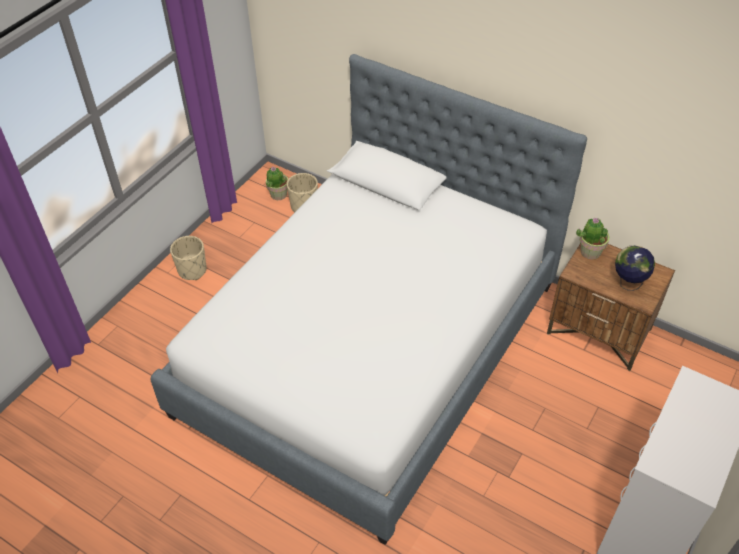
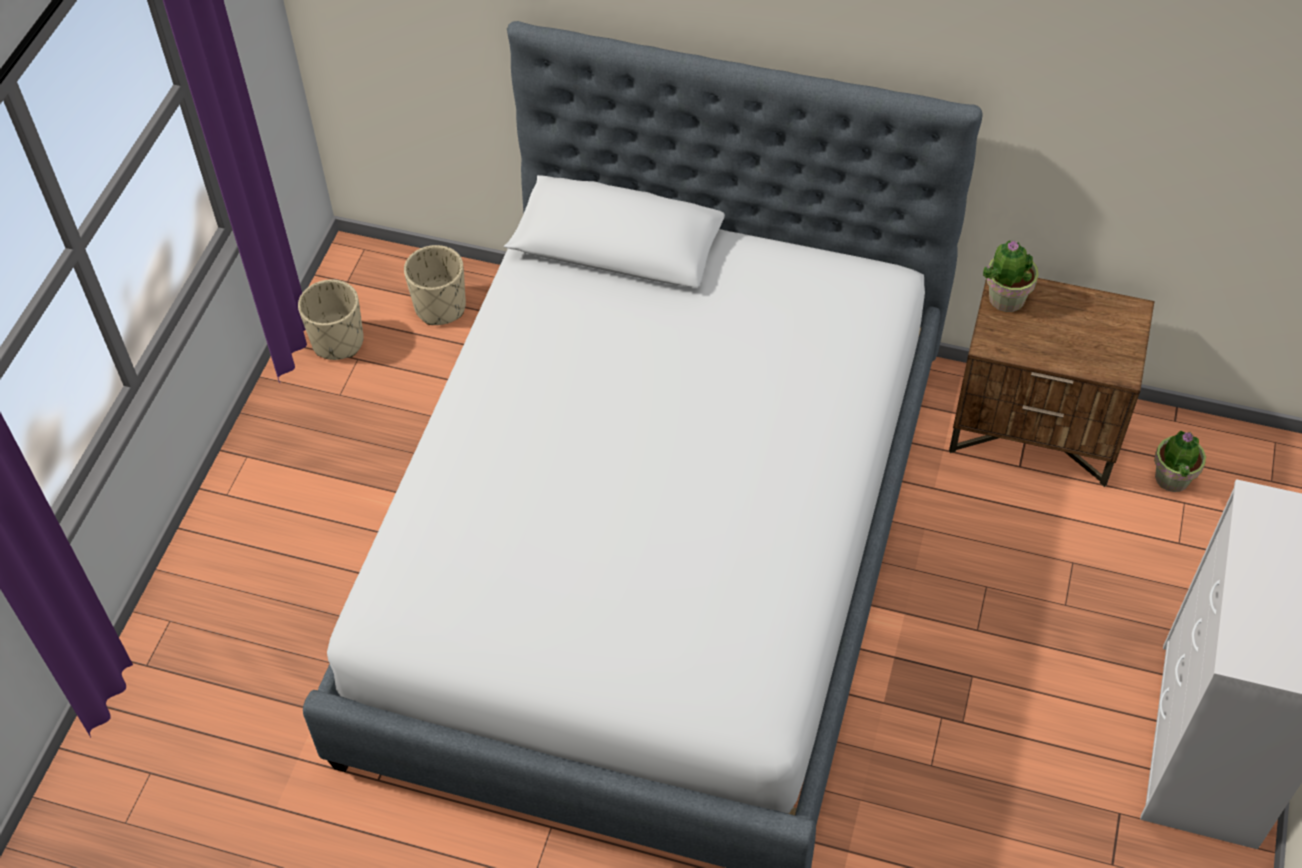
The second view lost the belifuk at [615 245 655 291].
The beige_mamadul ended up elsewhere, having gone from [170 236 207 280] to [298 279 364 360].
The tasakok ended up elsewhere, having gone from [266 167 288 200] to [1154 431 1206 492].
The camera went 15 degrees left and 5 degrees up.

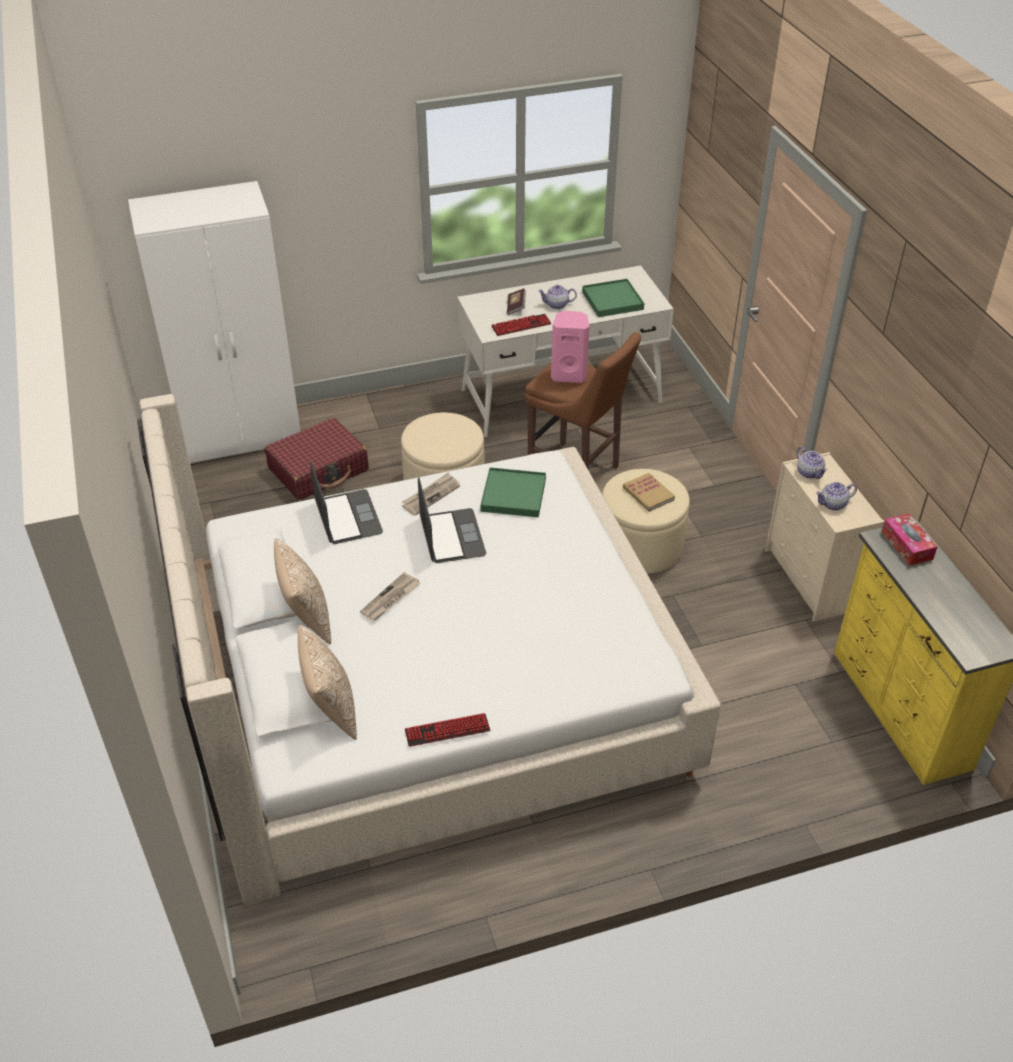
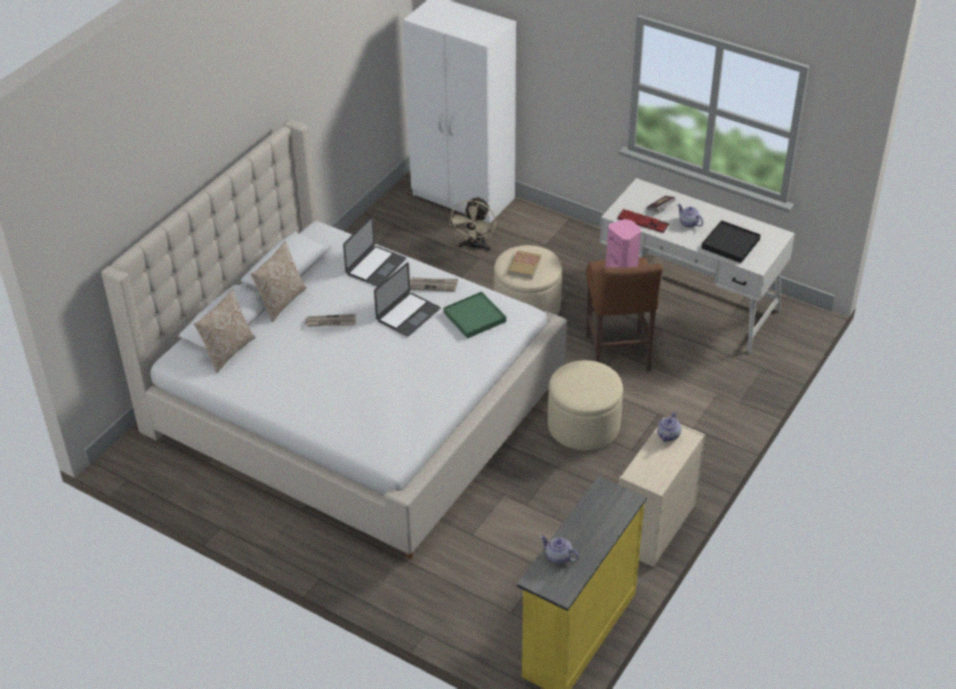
The second view lost the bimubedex at [405 713 490 747].
The second view lost the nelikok at [882 513 937 566].
The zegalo ended up elsewhere, having gone from [623 473 675 512] to [508 250 541 279].
The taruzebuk ended up elsewhere, having gone from [816 482 857 511] to [540 535 579 564].
Where the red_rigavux stood at [264 418 369 500], the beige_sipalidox came to stand at [449 196 496 251].
What was the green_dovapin at [582 279 644 317] turned into the black_dovapin at [702 220 761 263].
The camera went 50 degrees right and 0 degrees up.

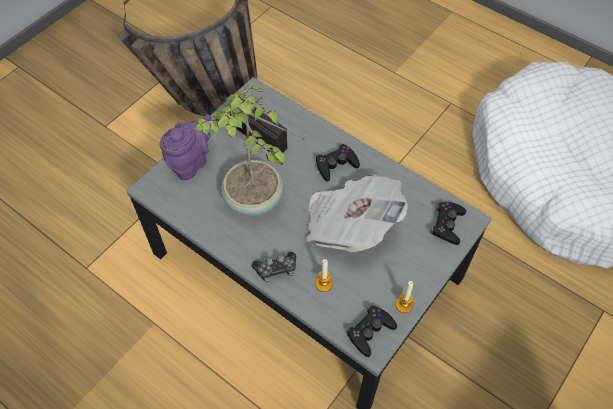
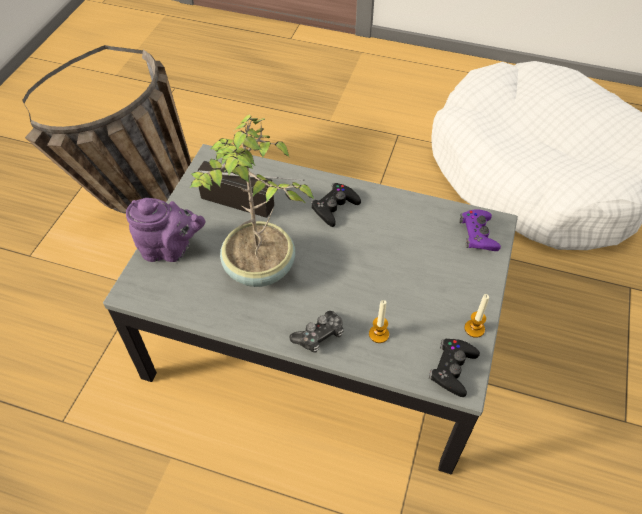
The second view lost the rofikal at [306 174 408 252].
What was the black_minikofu at [430 202 466 245] turned into the purple_minikofu at [459 209 501 251].
The purple_taruzebuk at [160 114 212 180] ended up facing another way, 75 degrees clockwise from before.
The camera went 20 degrees left and 5 degrees down.

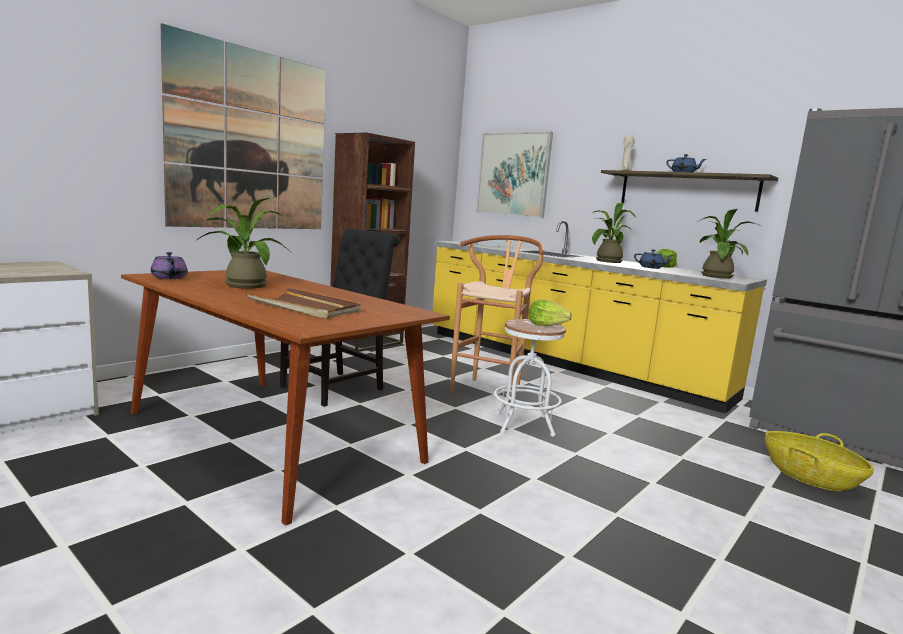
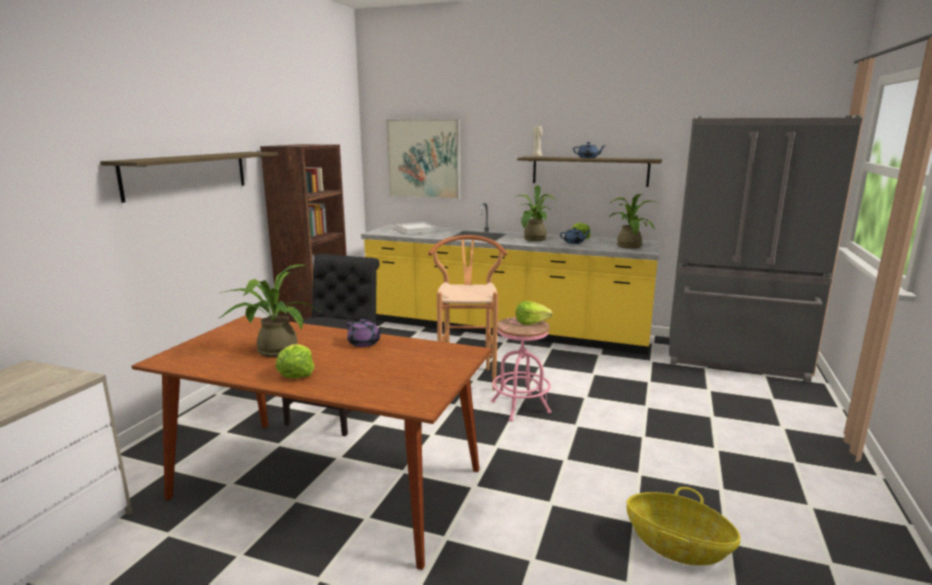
The second view lost the brown_dovapin at [246 288 361 319].
The second view gained the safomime at [276 344 314 378].
The purple_taruzebuk ended up elsewhere, having gone from [151 252 188 279] to [346 319 383 347].
The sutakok ended up elsewhere, having gone from [765 431 874 491] to [627 487 740 566].
Where the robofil hung at [161 23 326 229], the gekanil came to hang at [100 152 278 203].
What was the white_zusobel at [494 319 566 437] turned into the pink_zusobel at [491 317 551 421].
The camera went 20 degrees left and 5 degrees up.

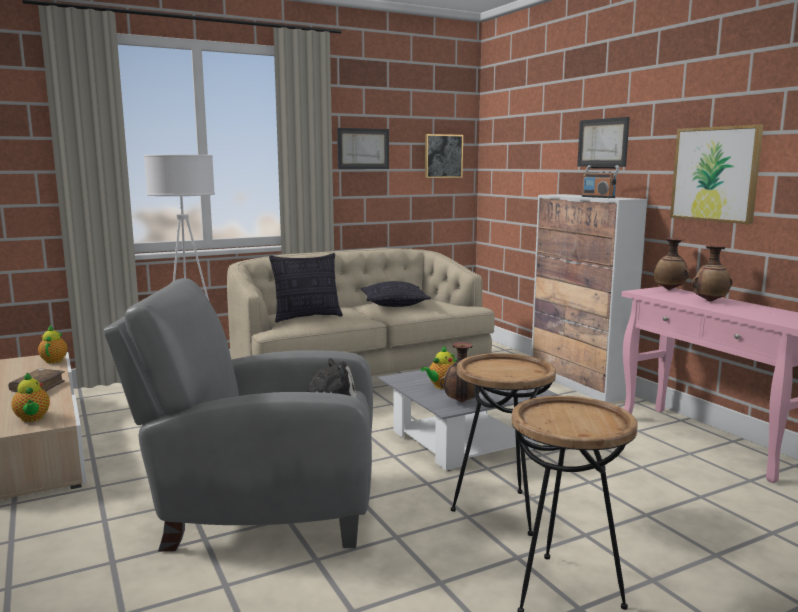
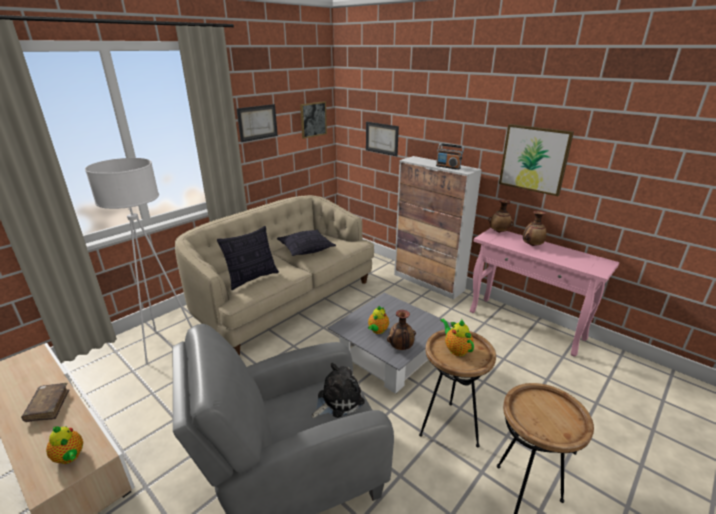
The taruzebuk ended up elsewhere, having gone from [38 325 67 363] to [440 318 474 356].
The robofil ended up elsewhere, having gone from [577 117 629 167] to [366 122 399 156].
The camera went 20 degrees left and 15 degrees up.

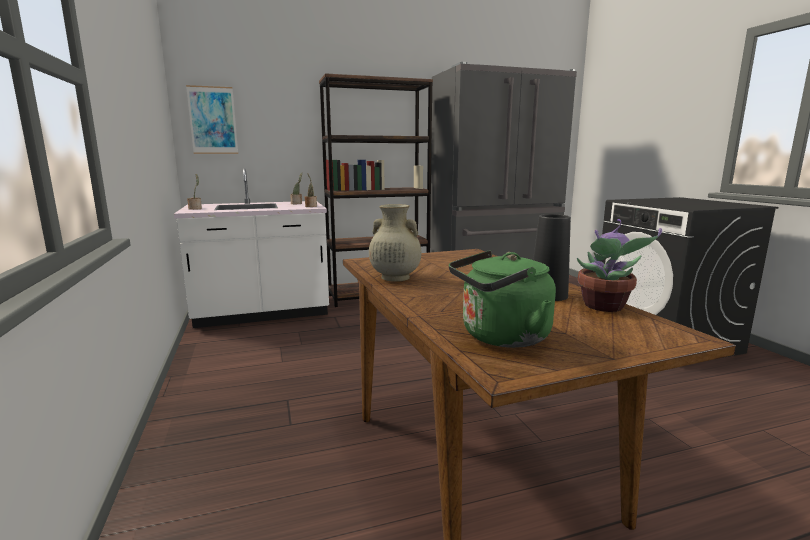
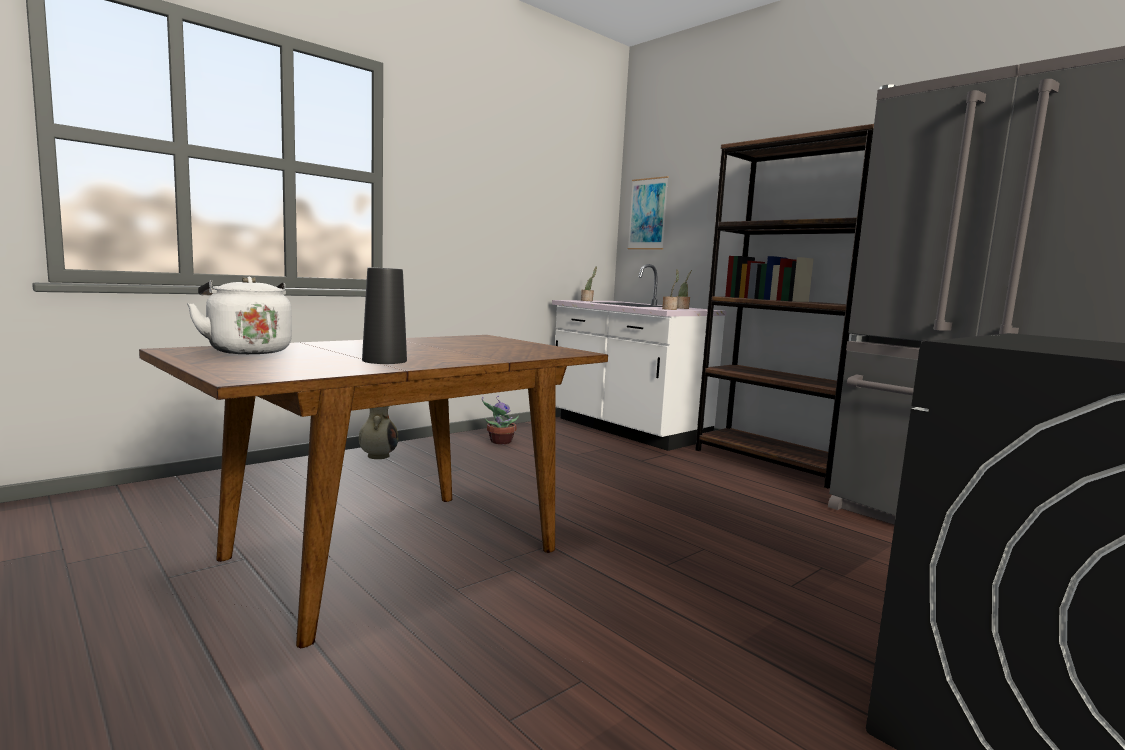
The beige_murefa ended up elsewhere, having gone from [369 204 421 282] to [359 406 398 459].
The tasakok ended up elsewhere, having gone from [577 219 662 312] to [482 396 519 444].
What was the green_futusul at [449 250 556 348] turned into the white_futusul at [187 277 292 354].
The camera went 65 degrees right and 5 degrees down.

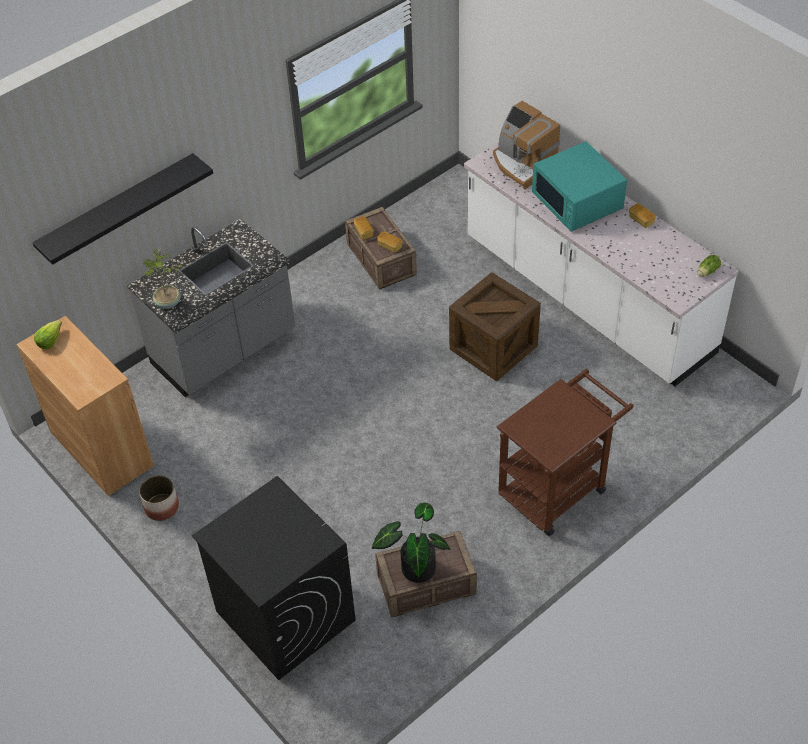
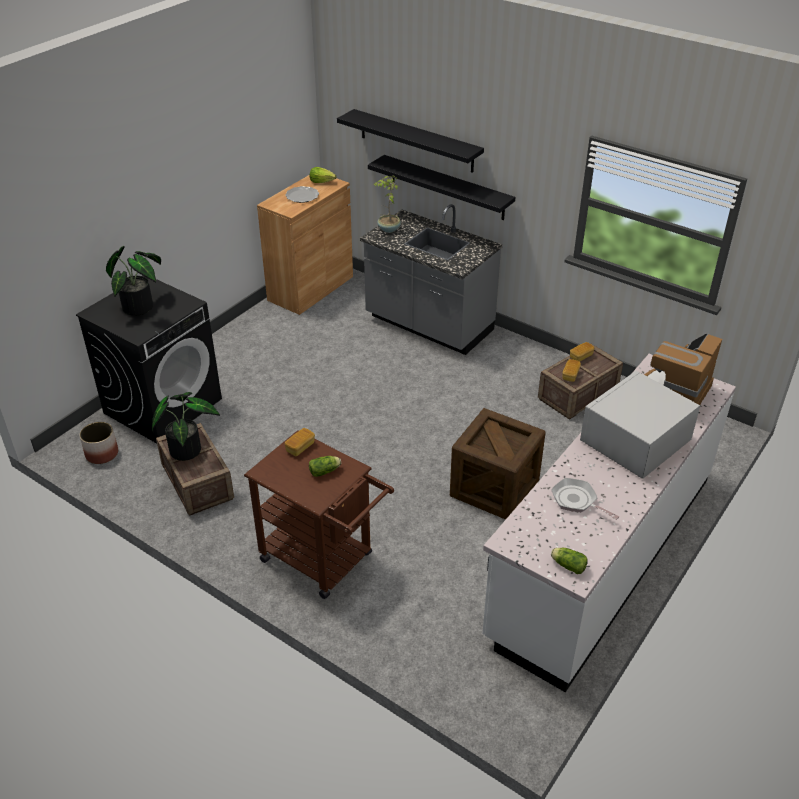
The second view gained the tasakok at [106 246 161 316].
The second view gained the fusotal at [285 186 319 203].
The second view gained the safomime at [309 456 341 477].
The second view gained the black_gekanil at [368 155 515 220].
The second view gained the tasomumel at [551 478 619 520].
The mamadul ended up elsewhere, having gone from [139 475 179 521] to [79 422 118 464].
The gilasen ended up elsewhere, having gone from [629 203 656 228] to [285 428 315 457].
What was the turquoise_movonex at [532 141 627 232] turned into the white_movonex at [580 371 700 479].
The camera went 75 degrees right and 10 degrees down.

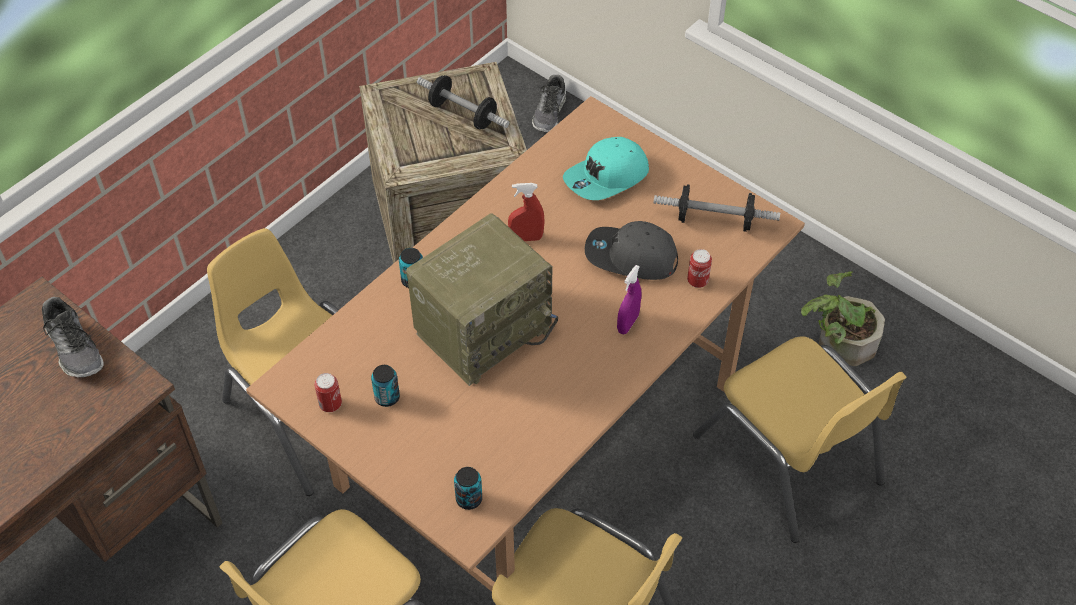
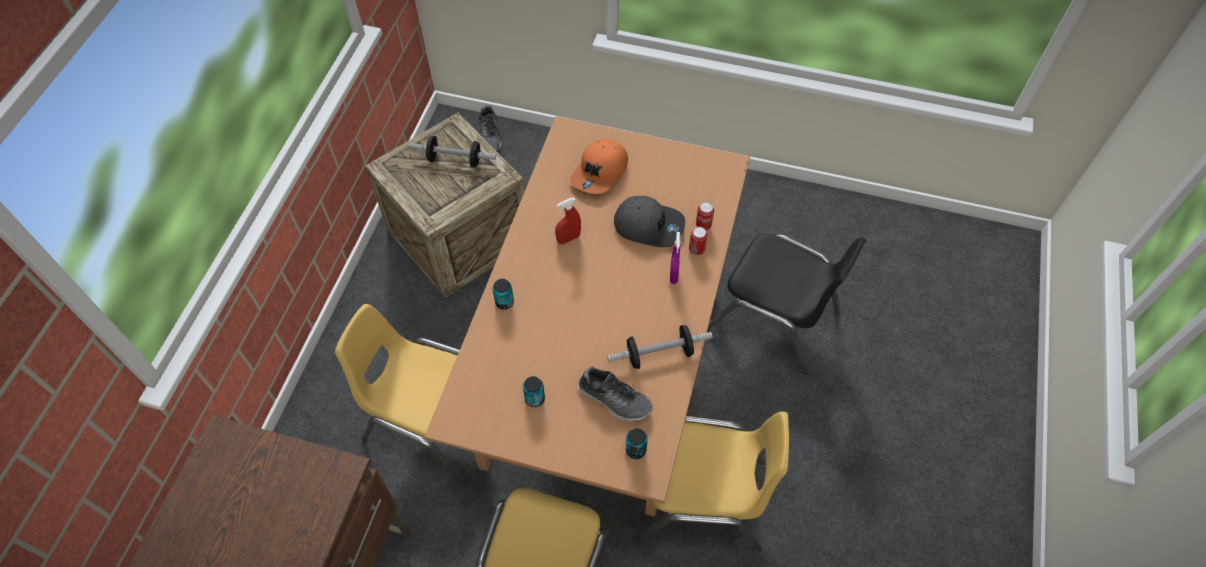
The second view lost the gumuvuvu at [406 213 558 386].
The second view lost the tasakok at [801 271 885 366].
The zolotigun ended up elsewhere, having gone from [42 297 104 378] to [578 366 653 421].
The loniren ended up elsewhere, having gone from [315 373 342 412] to [689 227 708 255].
The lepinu ended up elsewhere, having gone from [653 184 780 232] to [607 325 713 369].
What was the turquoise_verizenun at [563 137 649 200] turned into the orange_verizenun at [570 139 628 194].
What was the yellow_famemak at [693 336 907 543] turned into the black_famemak at [708 234 866 375].
The grey_verizenun at [585 221 678 280] ended up facing another way, 150 degrees counterclockwise from before.
The camera went 25 degrees left and 5 degrees up.

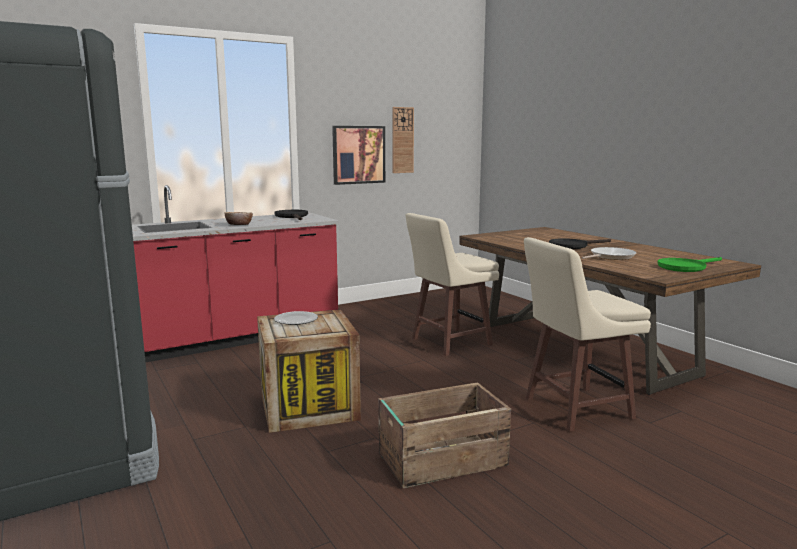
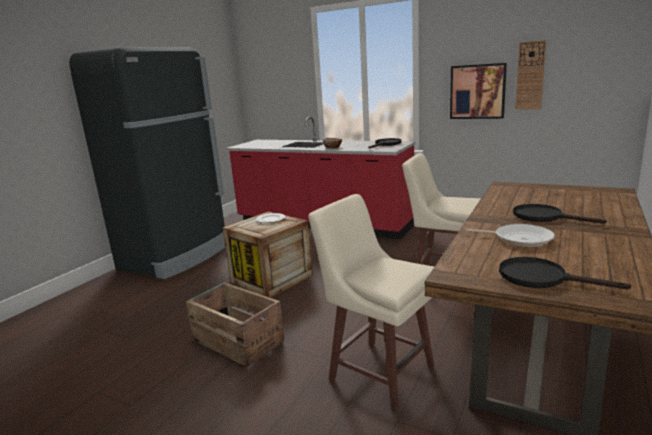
What was the green_tasomumel at [657 257 722 272] turned into the black_tasomumel at [499 257 631 289].
The camera went 60 degrees right and 5 degrees up.

